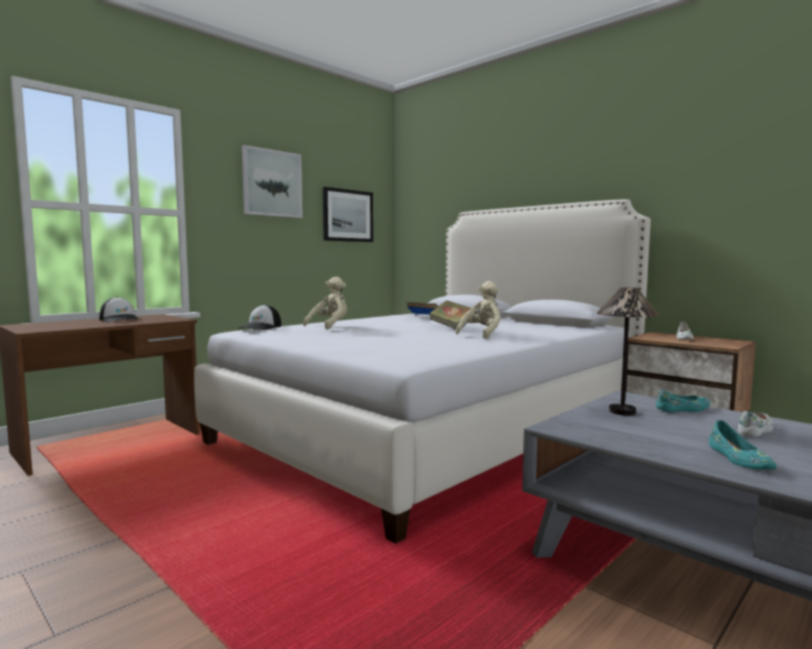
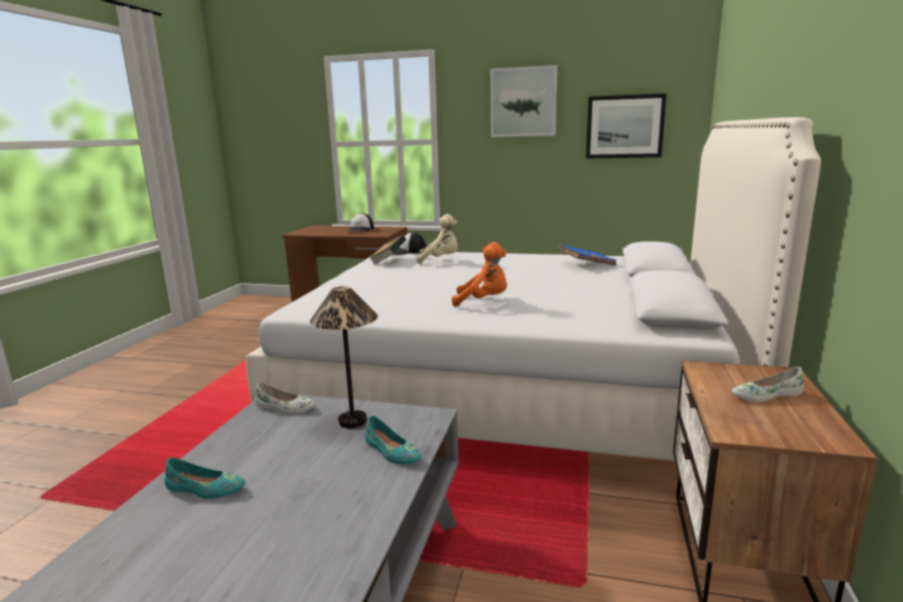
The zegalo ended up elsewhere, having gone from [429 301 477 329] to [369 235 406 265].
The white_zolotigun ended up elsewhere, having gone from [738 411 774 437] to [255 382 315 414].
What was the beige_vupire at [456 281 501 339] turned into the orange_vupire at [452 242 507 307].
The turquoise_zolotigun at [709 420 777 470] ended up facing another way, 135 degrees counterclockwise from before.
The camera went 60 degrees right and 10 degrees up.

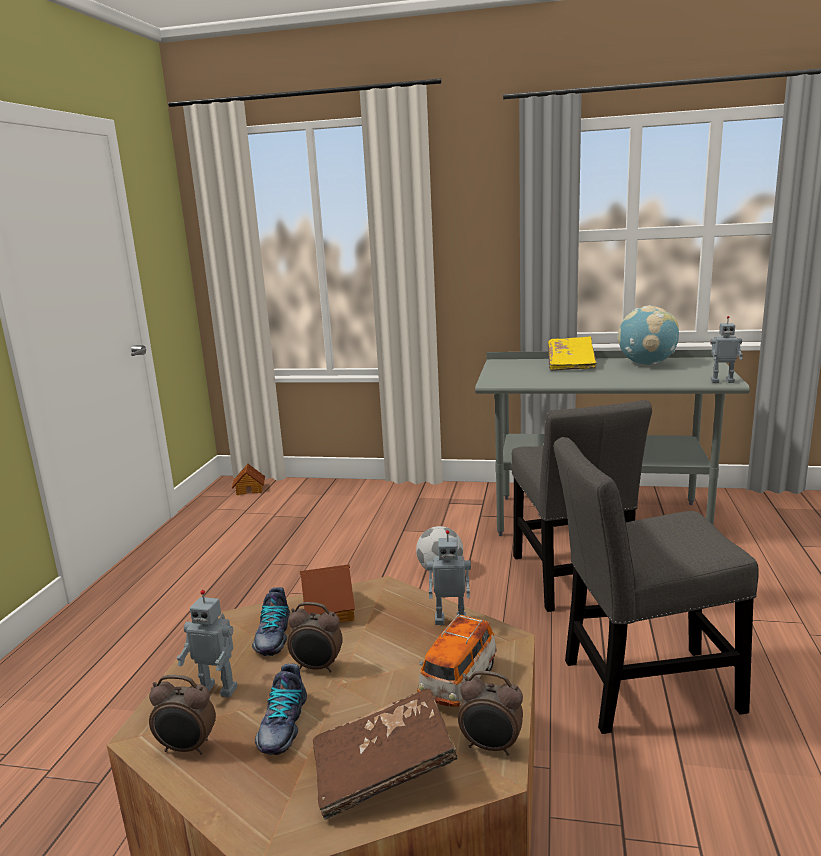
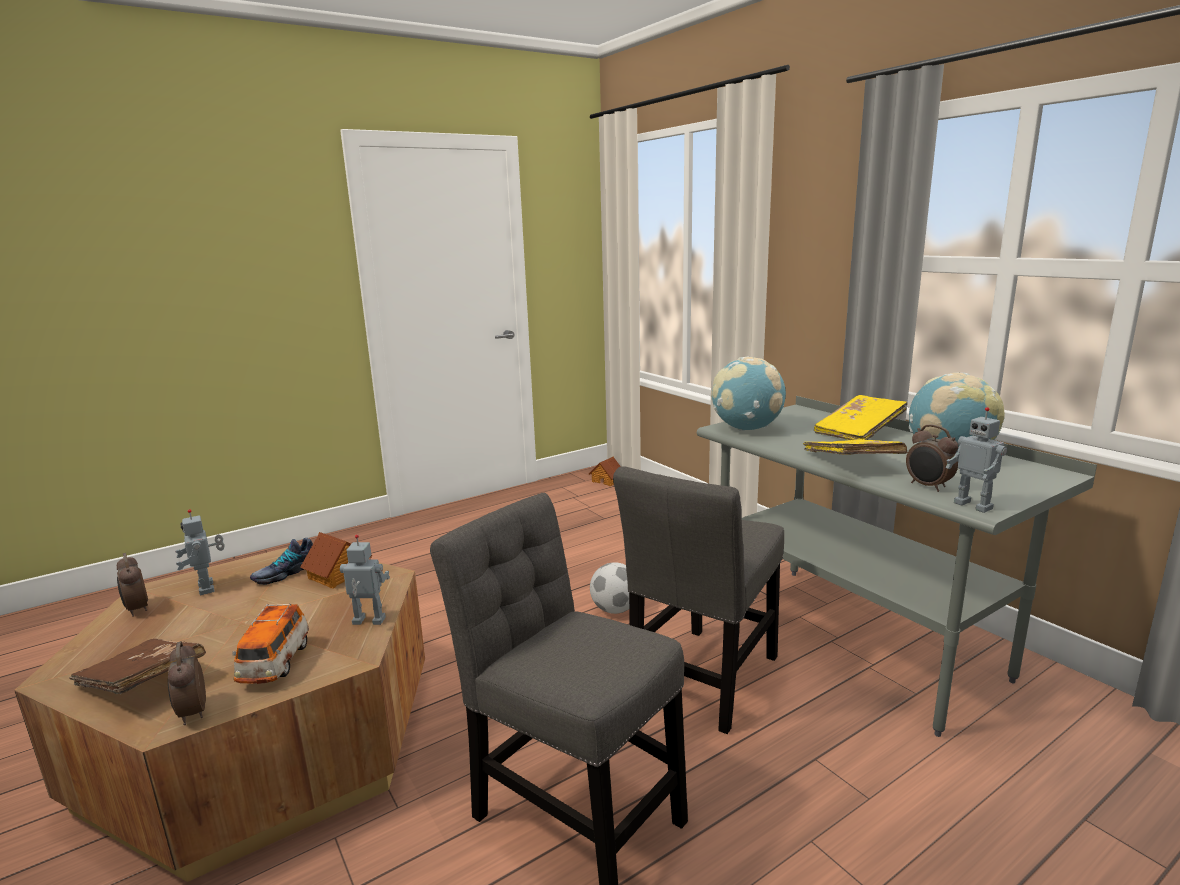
The second view lost the zolotigun at [255 664 307 755].
The second view gained the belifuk at [711 356 786 431].
The second view gained the yellow_zegalo at [803 439 907 455].
The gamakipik ended up elsewhere, having gone from [287 602 343 673] to [906 424 959 492].
The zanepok at [417 614 497 707] ended up facing another way, 75 degrees counterclockwise from before.
The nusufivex at [427 530 471 625] ended up facing another way, 135 degrees clockwise from before.
The camera went 45 degrees right and 0 degrees up.

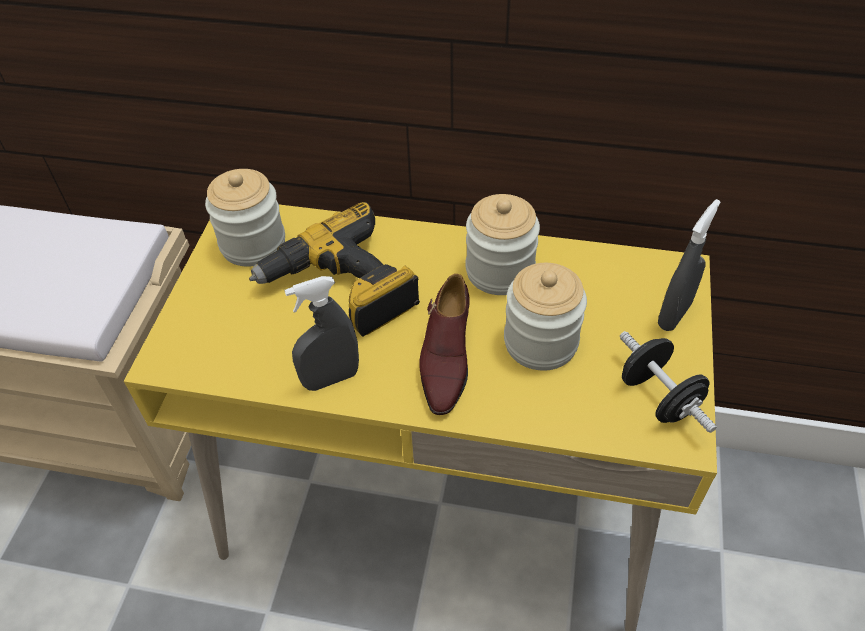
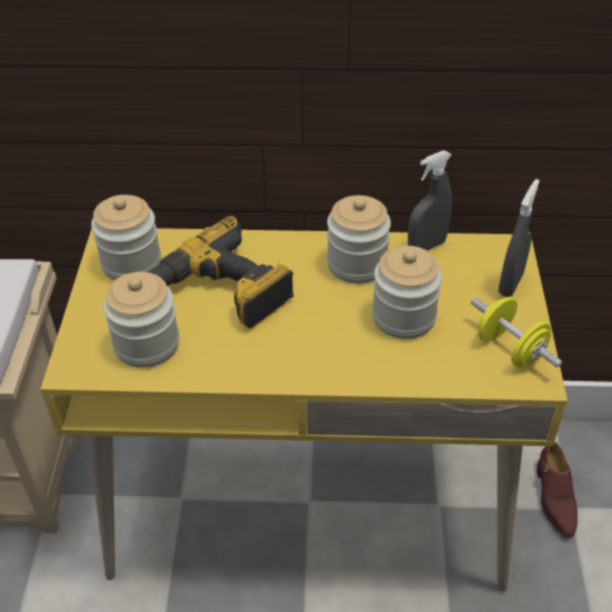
The second view gained the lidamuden at [103 272 179 368].
The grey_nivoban ended up elsewhere, having gone from [284 276 359 391] to [408 150 452 251].
The brown_zolotigun ended up elsewhere, having gone from [420 274 470 415] to [537 442 578 538].
What was the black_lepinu at [620 331 717 433] turned into the yellow_lepinu at [471 297 562 368].
The camera went 10 degrees left and 5 degrees down.

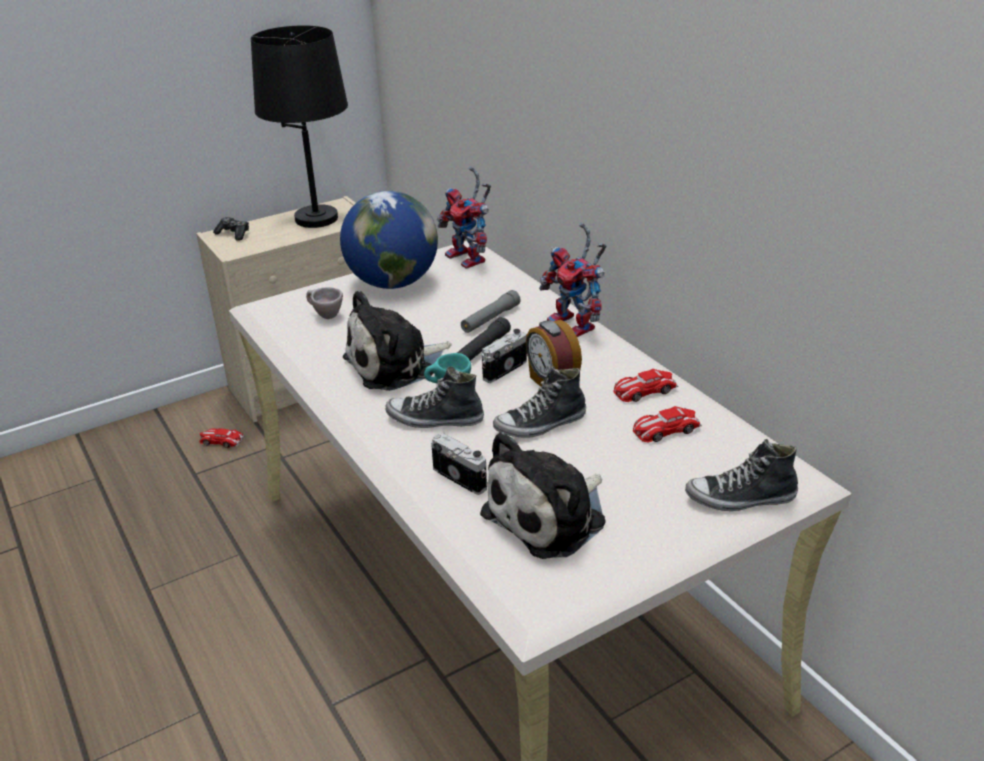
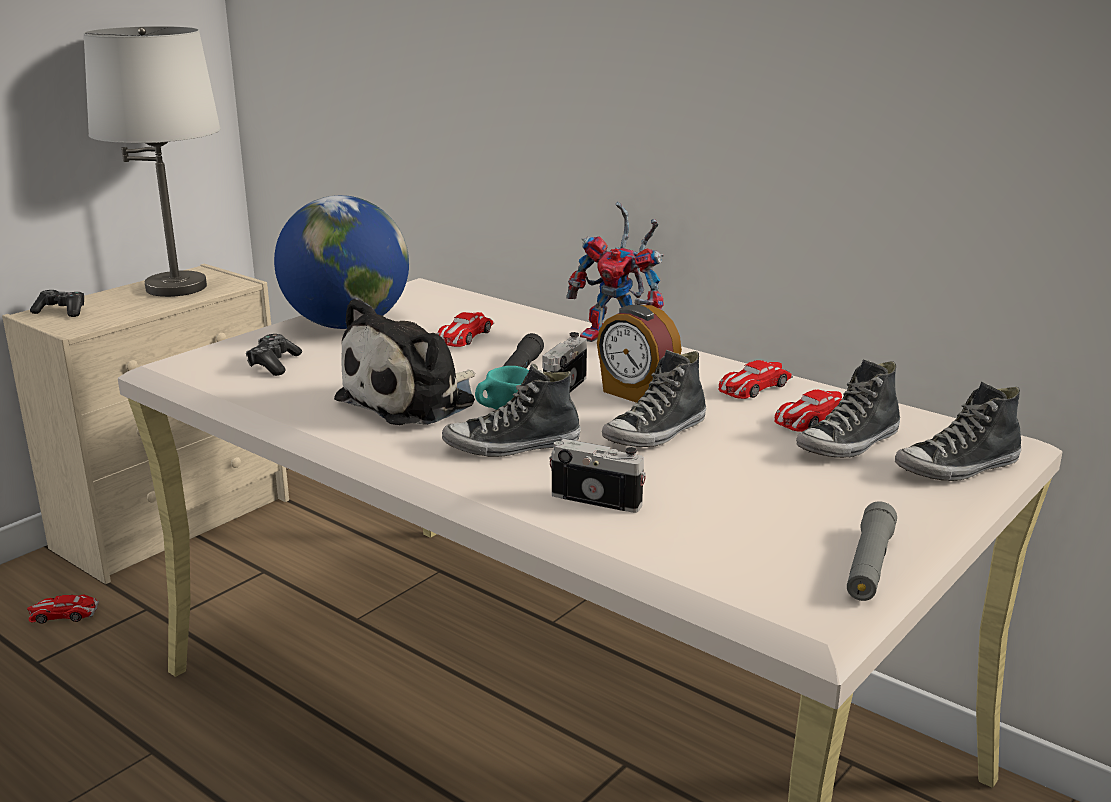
The second view lost the nusufivex at [437 166 491 269].
The second view lost the vupire at [480 432 606 559].
The second view gained the zanepok at [437 312 494 347].
The second view gained the zolotigun at [796 359 900 458].
The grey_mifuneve ended up elsewhere, having gone from [461 290 521 333] to [847 501 897 601].
Where the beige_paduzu stood at [306 287 343 319], the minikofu came to stand at [246 334 302 376].
What was the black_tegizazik at [251 25 348 228] turned into the white_tegizazik at [83 26 221 297].
The camera went 20 degrees left and 10 degrees down.

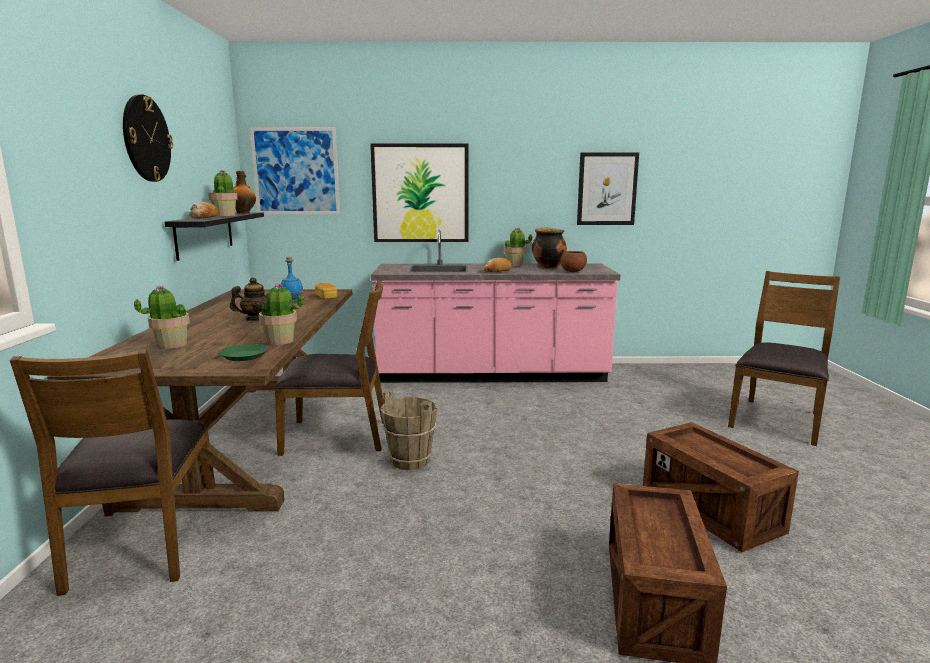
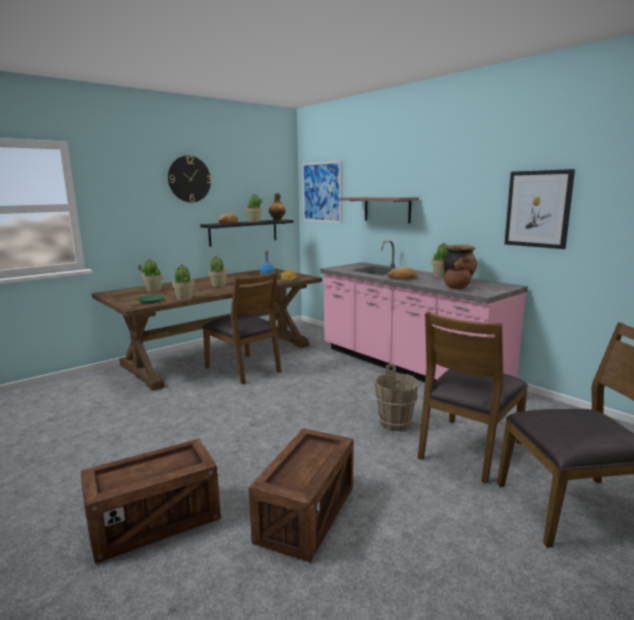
The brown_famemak ended up elsewhere, having gone from [10 350 215 596] to [418 312 528 484].
The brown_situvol ended up elsewhere, having gone from [380 388 437 470] to [374 364 419 431].
Where the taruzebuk stood at [230 277 268 321], the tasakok came to stand at [209 255 228 287].
Where the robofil hung at [370 144 469 242], the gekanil came to hang at [340 197 419 223].
The camera went 50 degrees right and 0 degrees up.

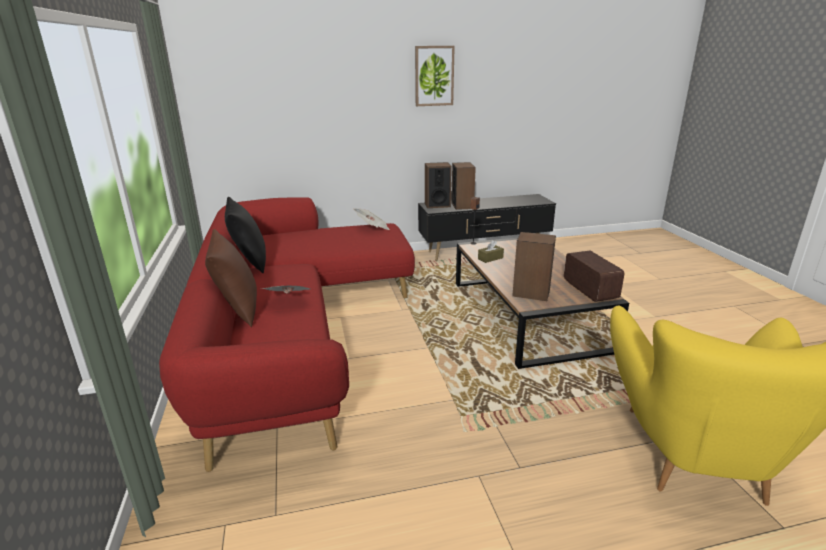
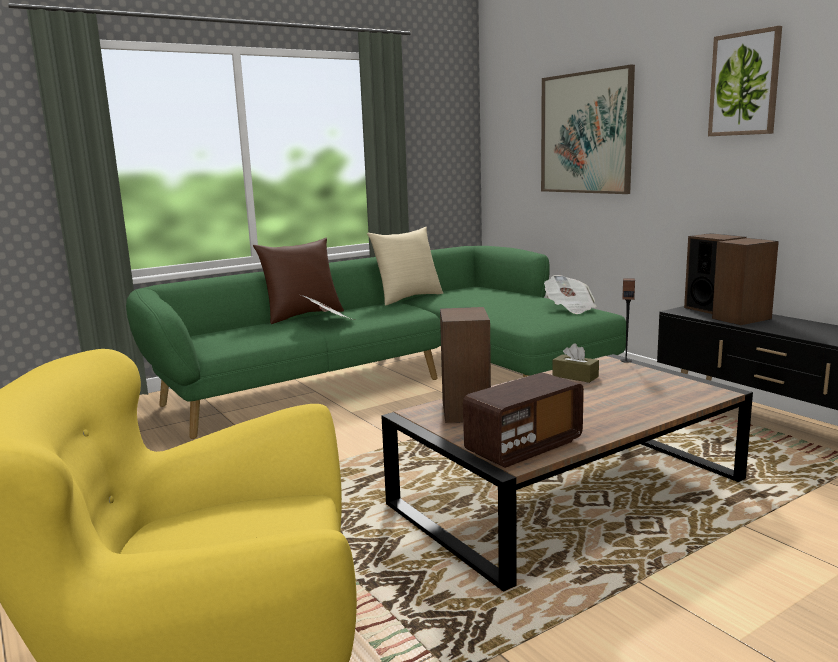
The second view gained the robofil at [541 65 635 194].
What was the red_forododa at [159 198 415 472] turned into the green_forododa at [126 246 626 439].
What was the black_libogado at [225 197 266 273] turned into the beige_libogado at [367 227 443 306].
The camera went 70 degrees right and 10 degrees down.

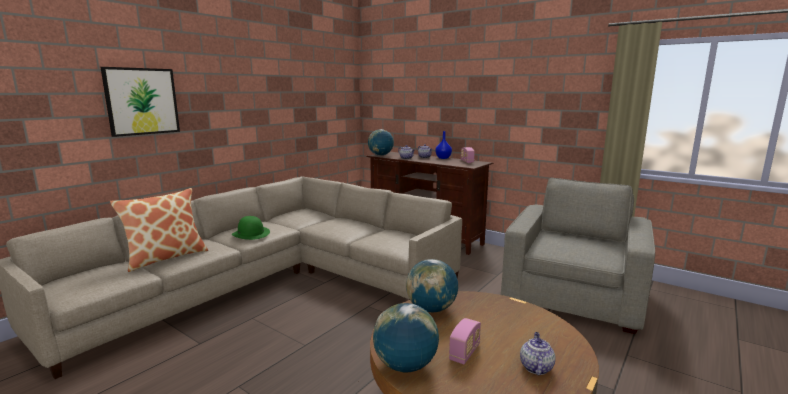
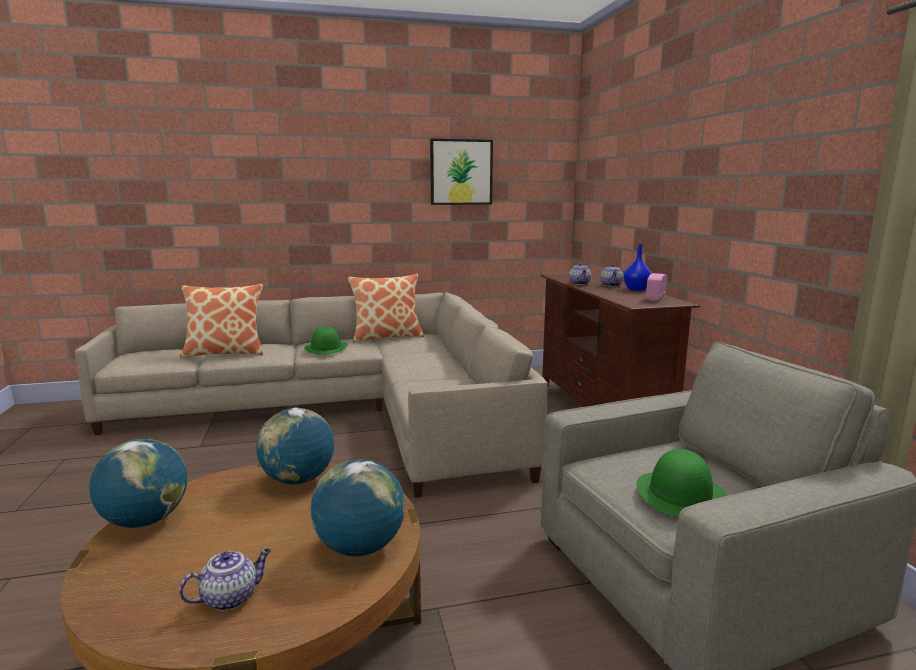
The second view lost the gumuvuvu at [449 318 481 364].
The second view gained the libogado at [348 274 424 342].
The second view gained the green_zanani at [637 449 727 517].
The robofil ended up elsewhere, having gone from [101 67 180 137] to [430 139 493 205].
The belifuk ended up elsewhere, having gone from [368 129 394 156] to [311 459 405 556].
The camera went 40 degrees right and 0 degrees up.

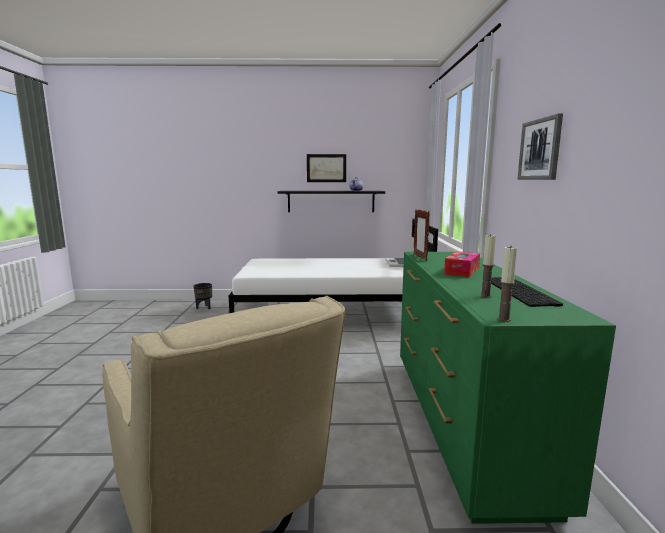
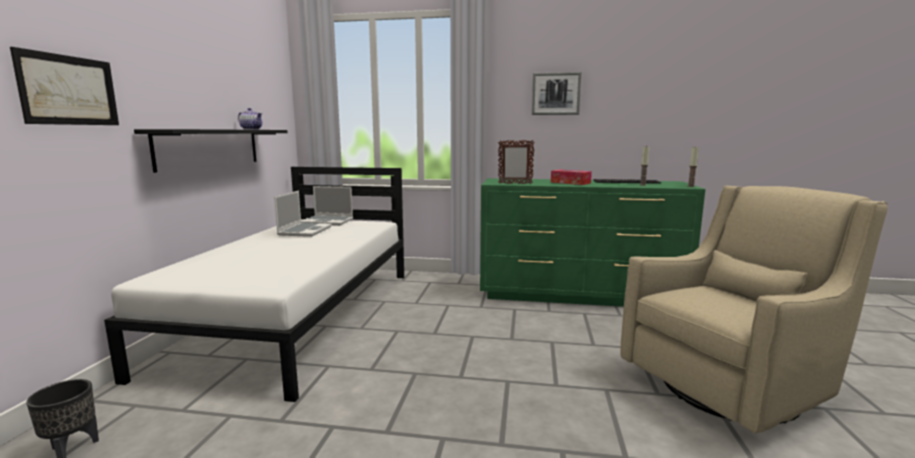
The second view gained the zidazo at [274 191 332 237].
The robofil ended up elsewhere, having gone from [307 154 346 182] to [10 47 119 125].
The camera went 80 degrees left and 0 degrees up.

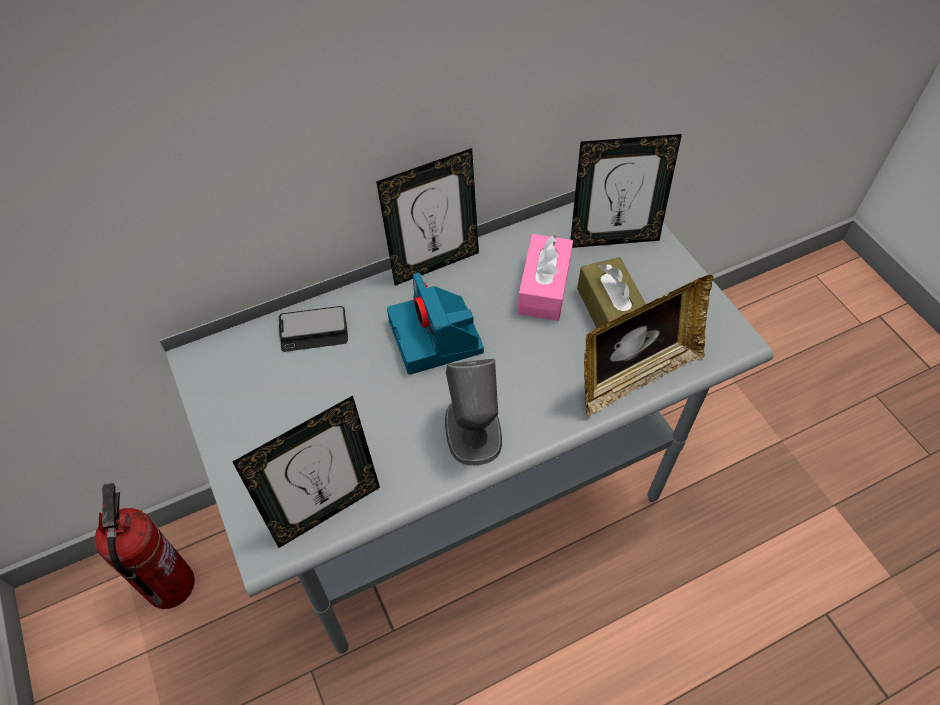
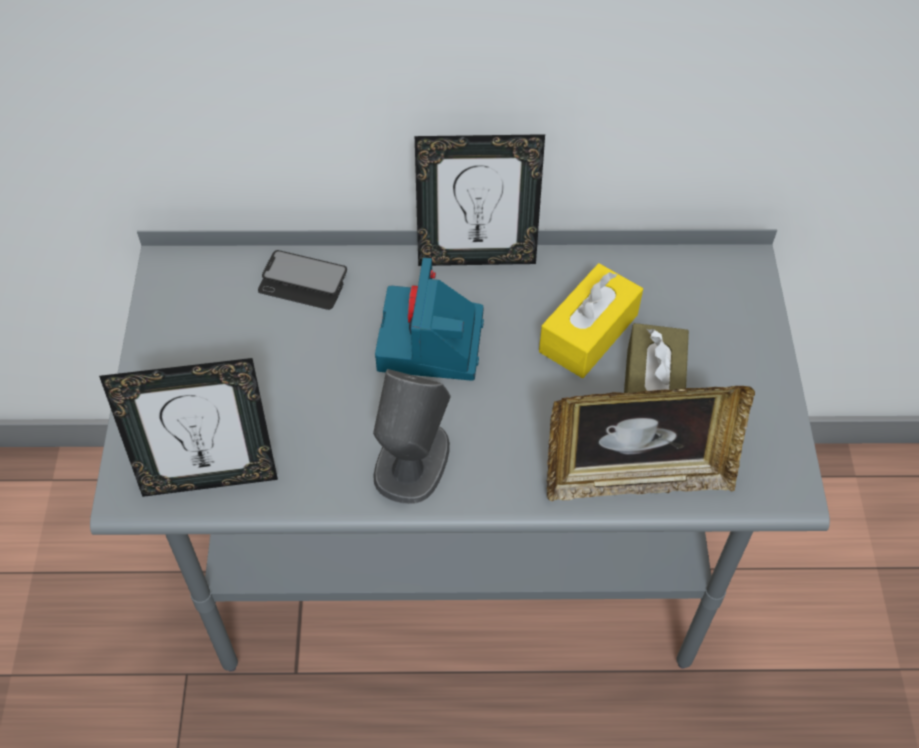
The second view lost the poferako at [95 483 195 609].
The second view lost the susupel at [570 134 682 248].
What was the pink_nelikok at [517 234 573 321] turned into the yellow_nelikok at [539 263 643 378].
The camera went 25 degrees right and 0 degrees up.

